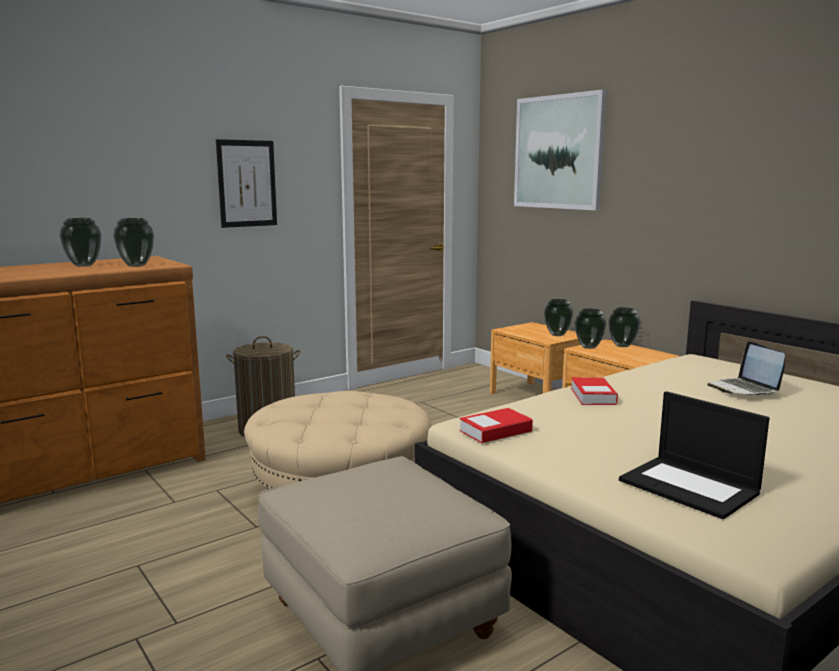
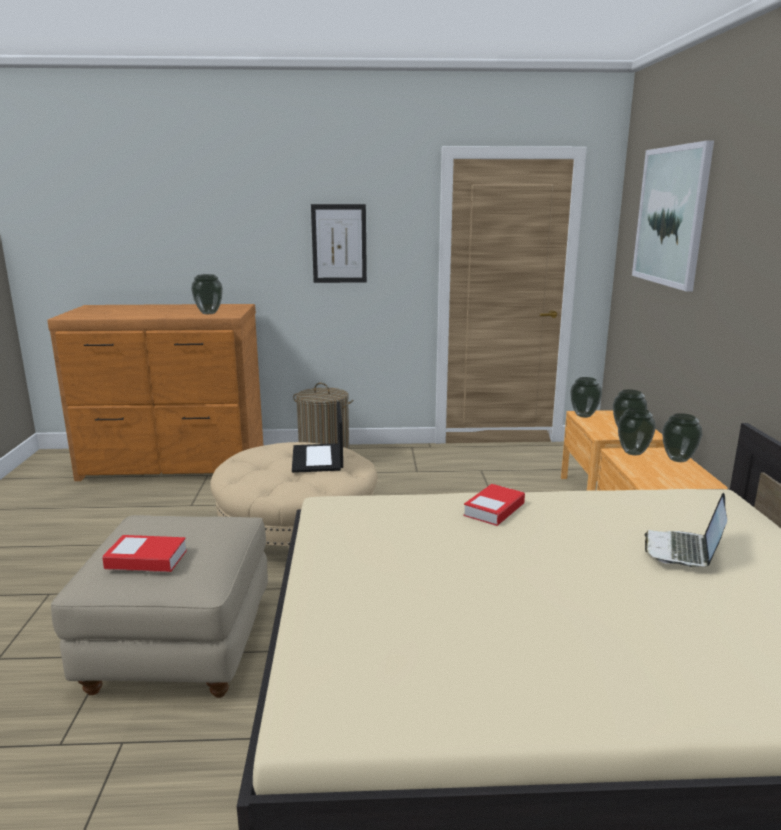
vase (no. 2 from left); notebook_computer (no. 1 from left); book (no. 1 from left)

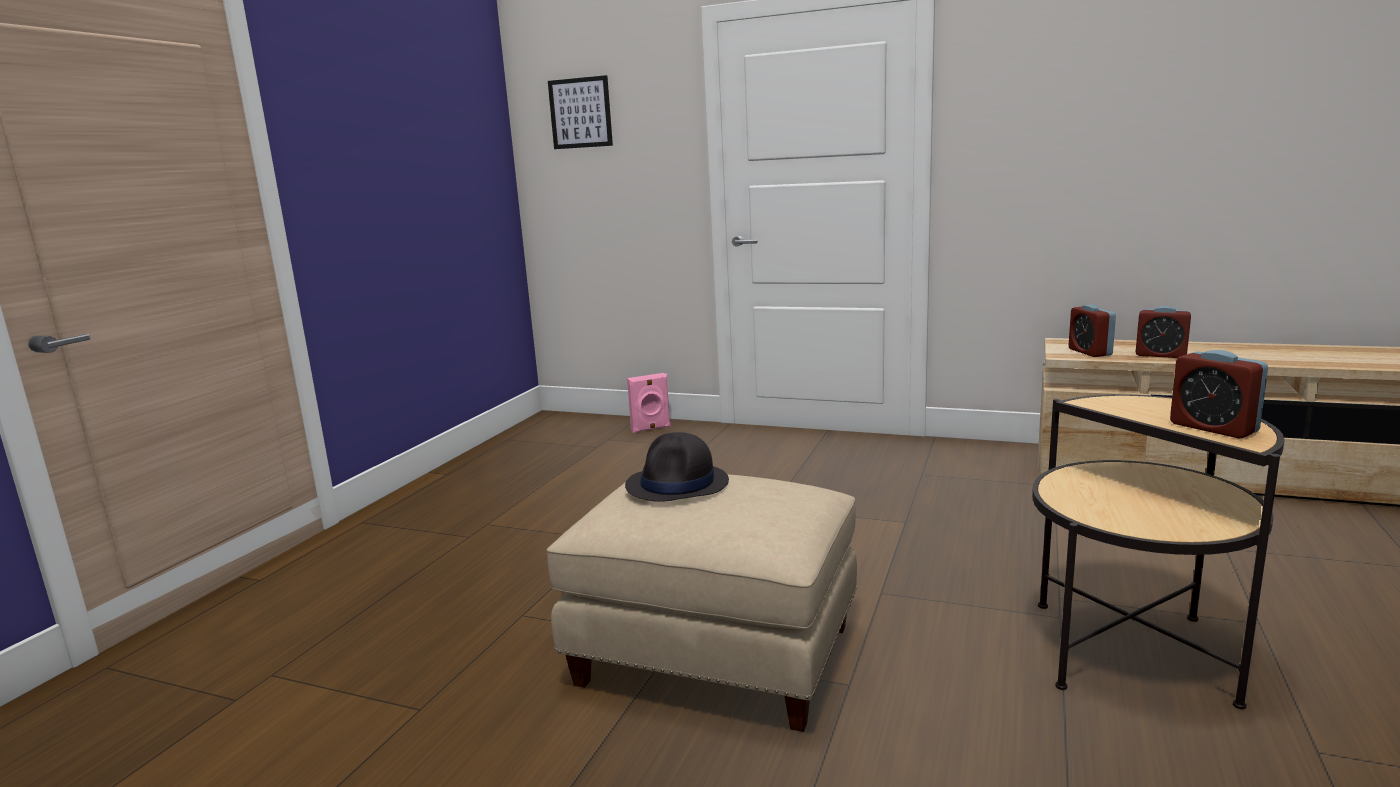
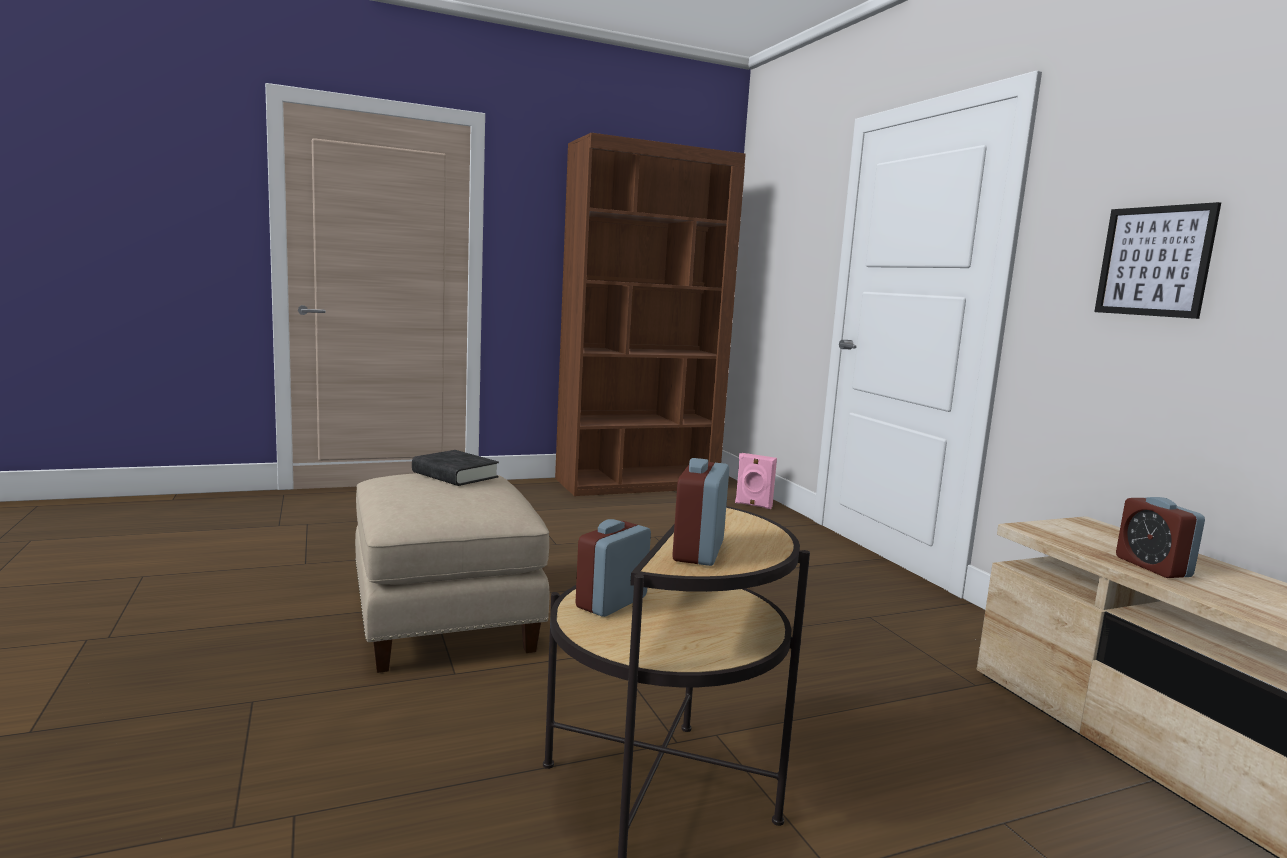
wall_art; table_clock (no. 1 from left); black-coloured_book; brownish_bookshelf

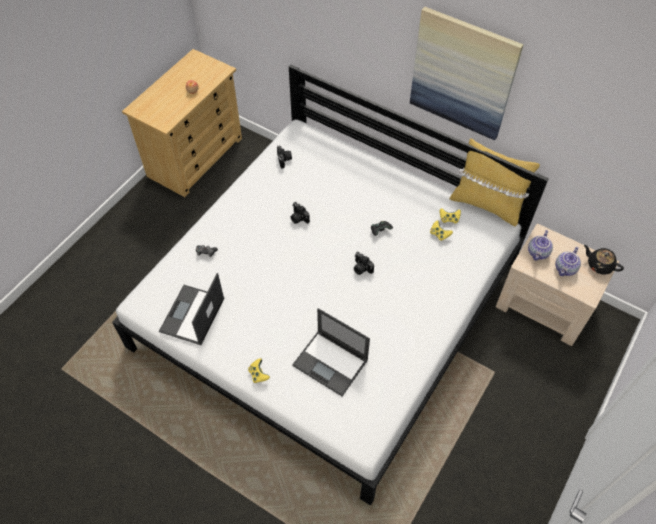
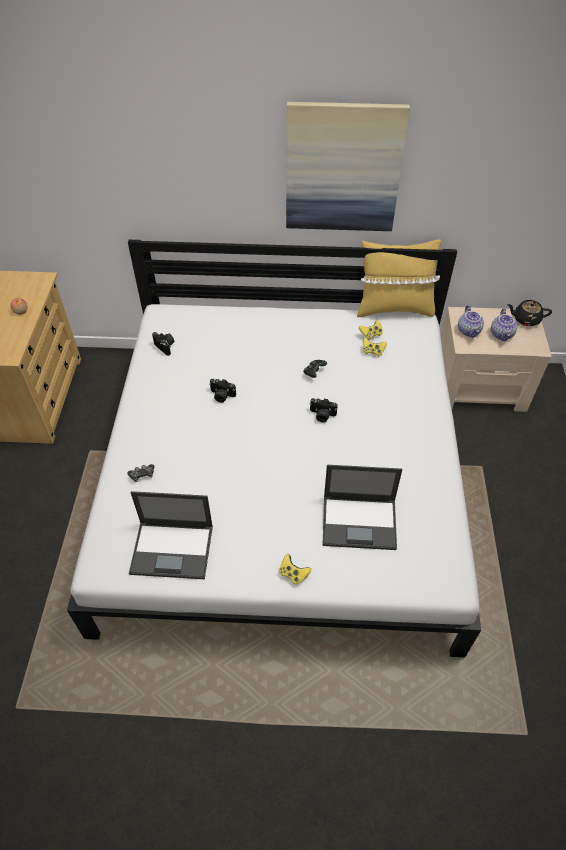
notebook_computer (no. 1 from left)

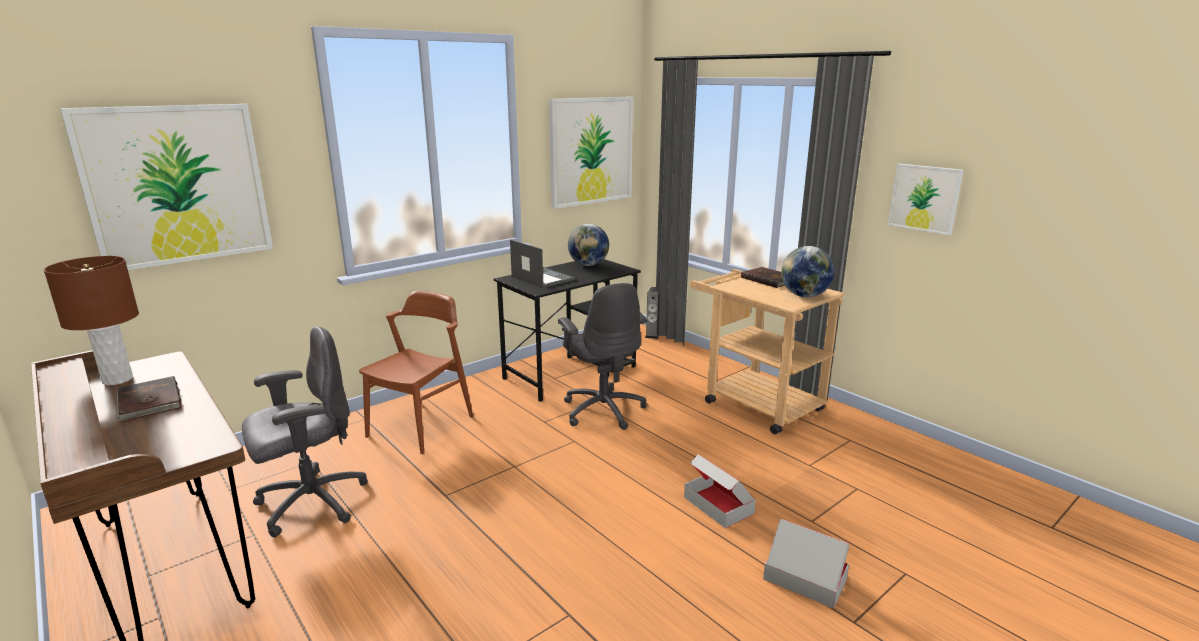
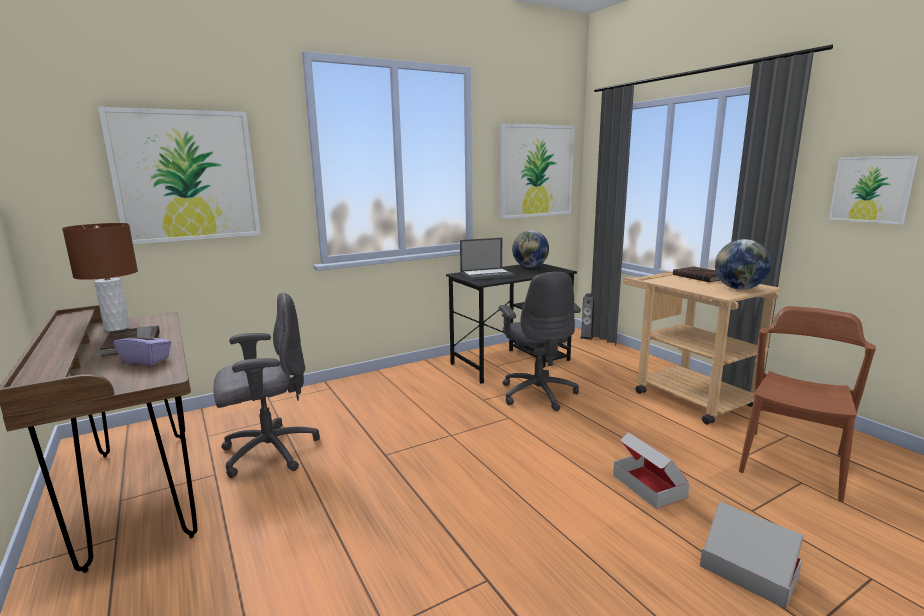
notebook_computer; brownish_plain_chair; purple-coloured_tissue_holder

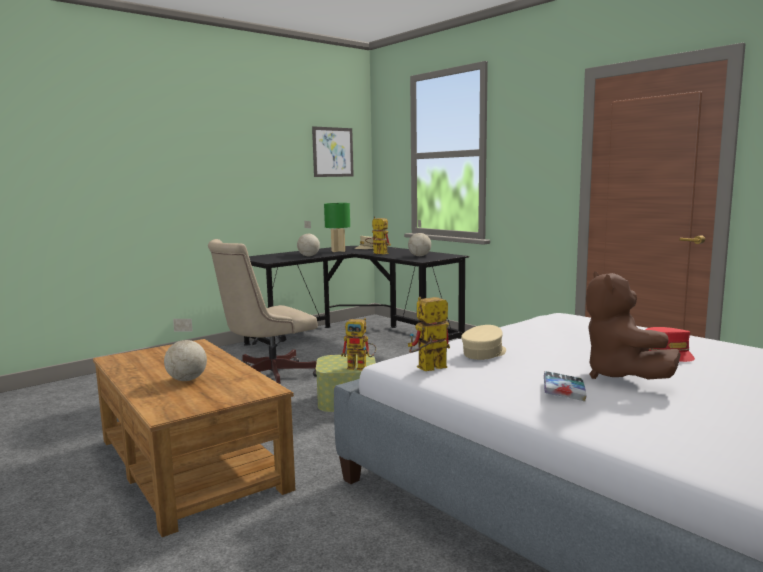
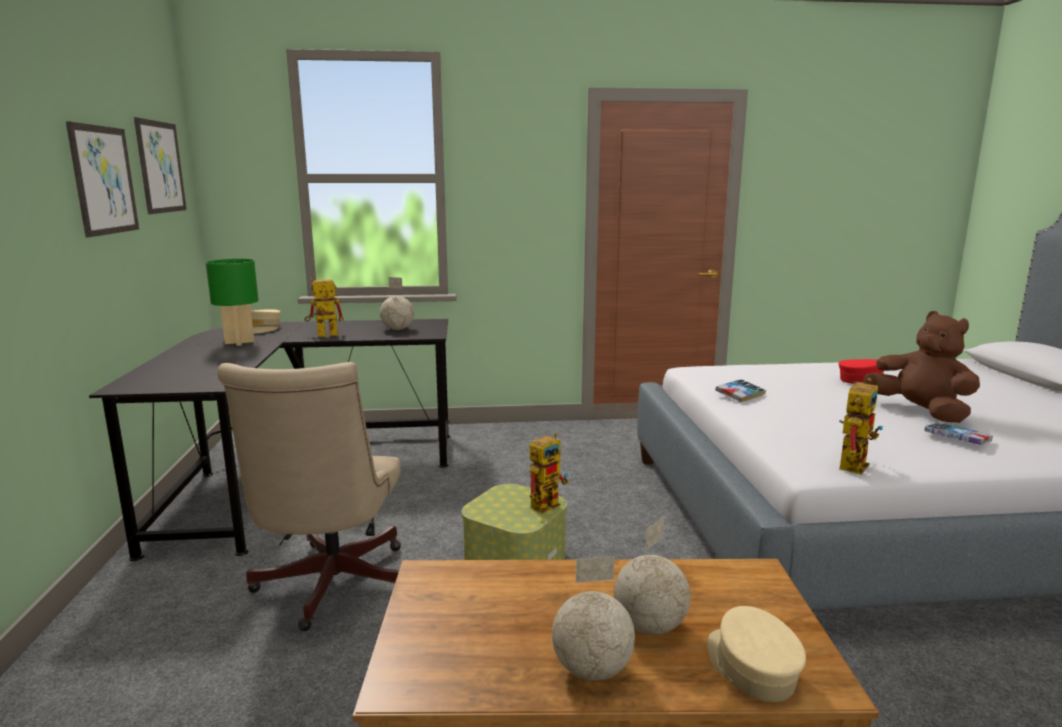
globe (no. 2 from left); brownish_soft_toy; toy_robot (no. 3 from left); beige-coloured_baseball_cap (no. 2 from left); wall_art (no. 1 from left); book (no. 1 from left)

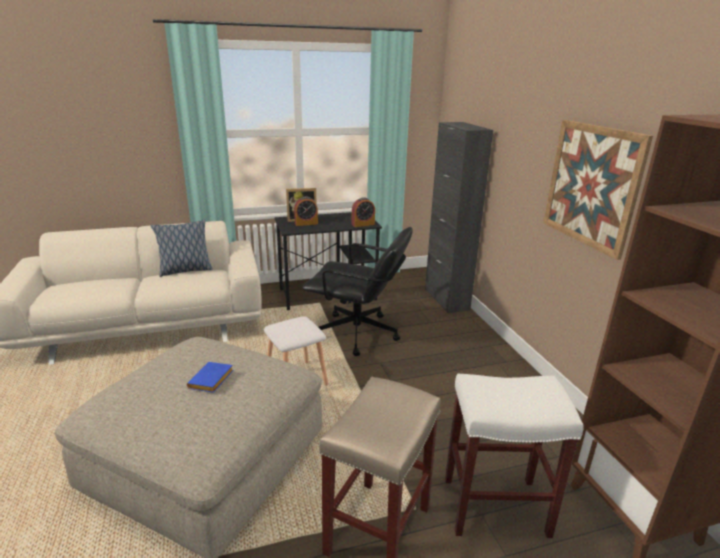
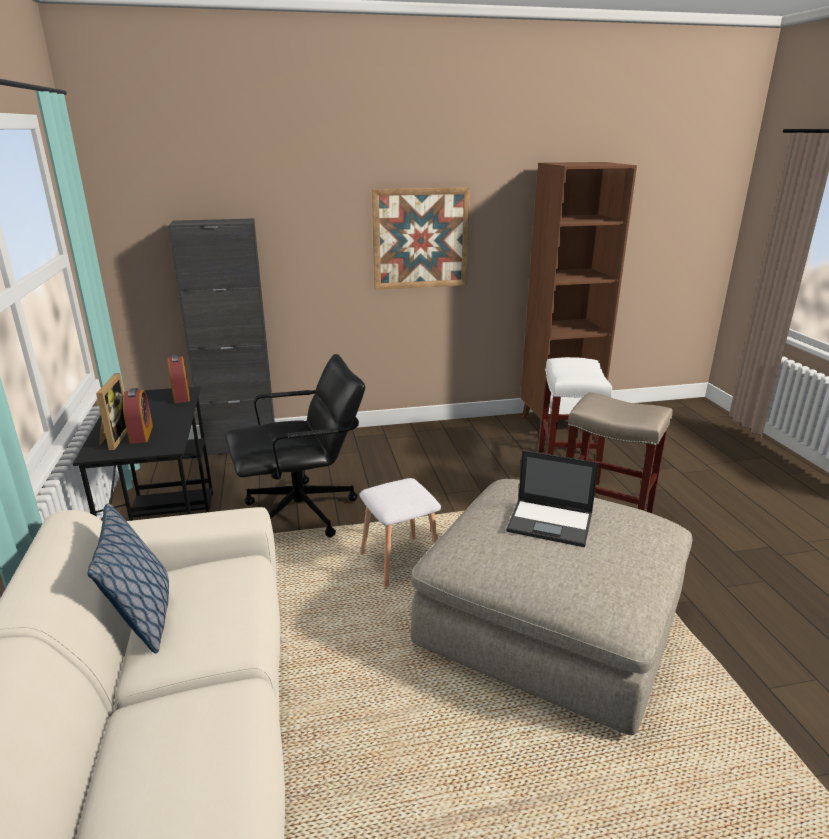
black-coloured_office_chair; notebook_computer

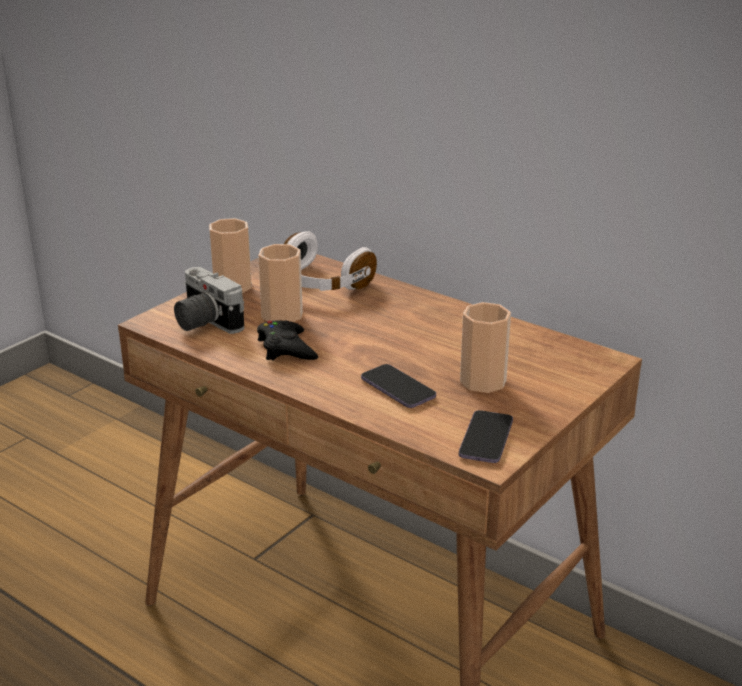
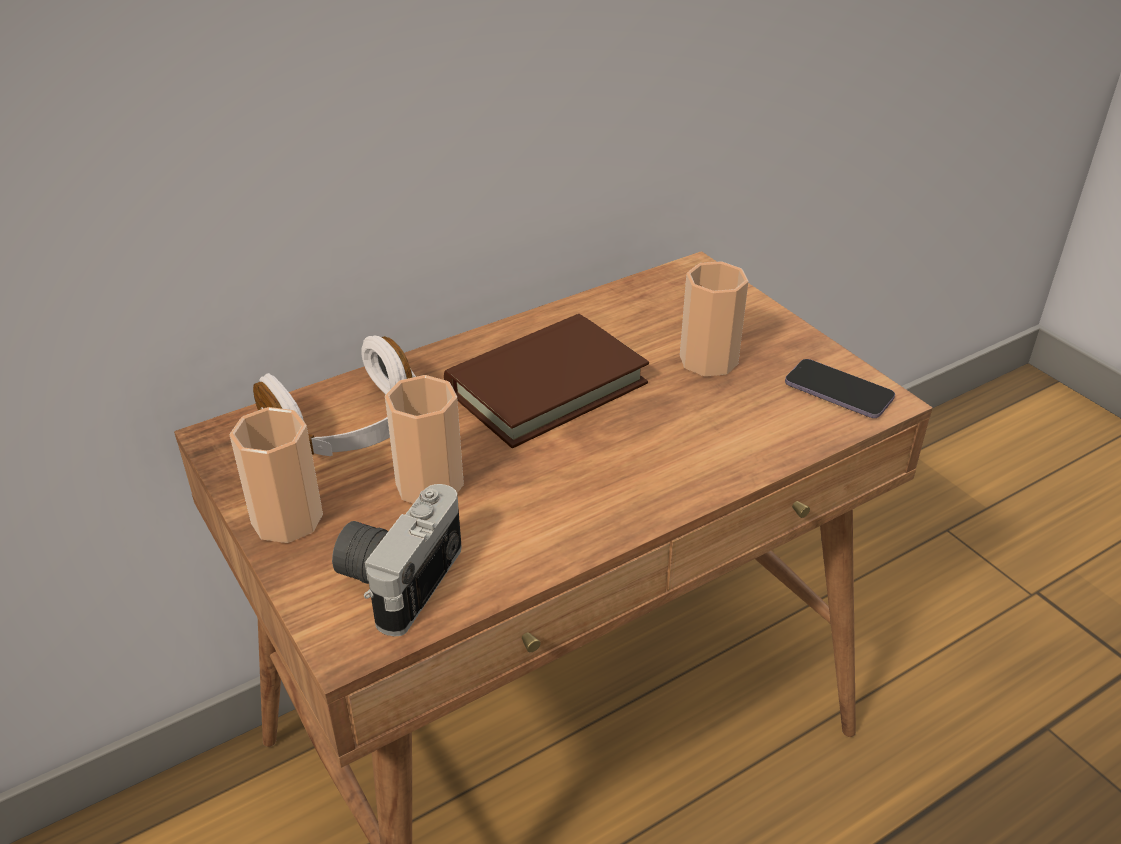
still_camera; black-coloured_joypad; phone (no. 1 from left in the first image); brownish_book

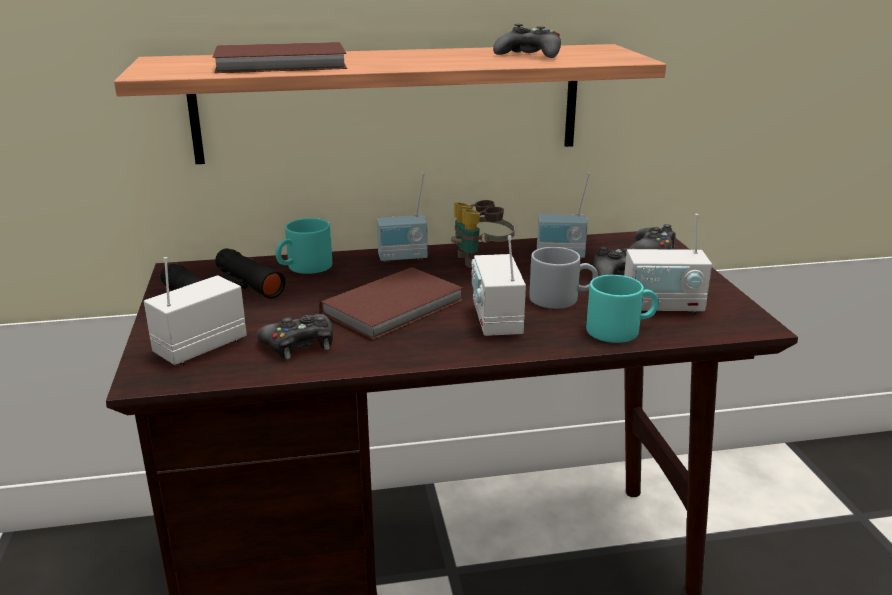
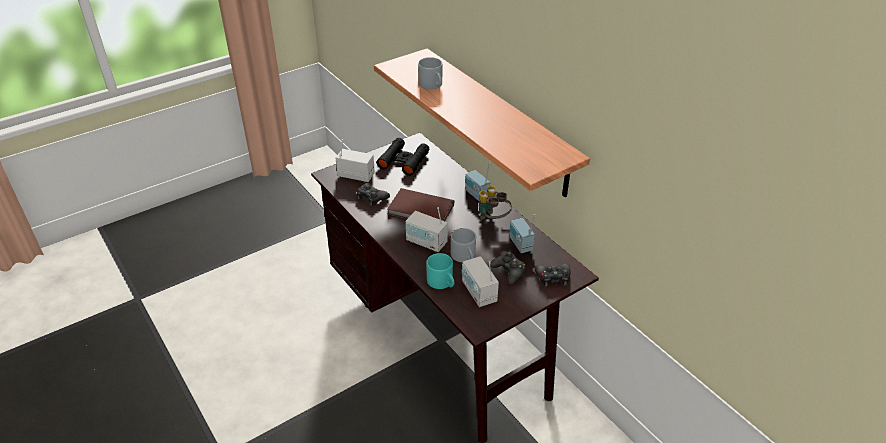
black-coloured_joypad (no. 2 from left in the first image); greyish_coffee_mug (no. 1 from left); turquoise-coloured_coffee_mug (no. 1 from left in the first image); radio_receiver (no. 2 from left)

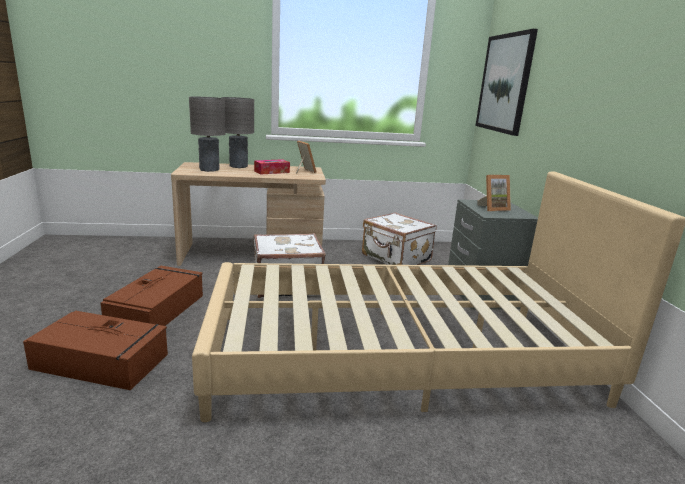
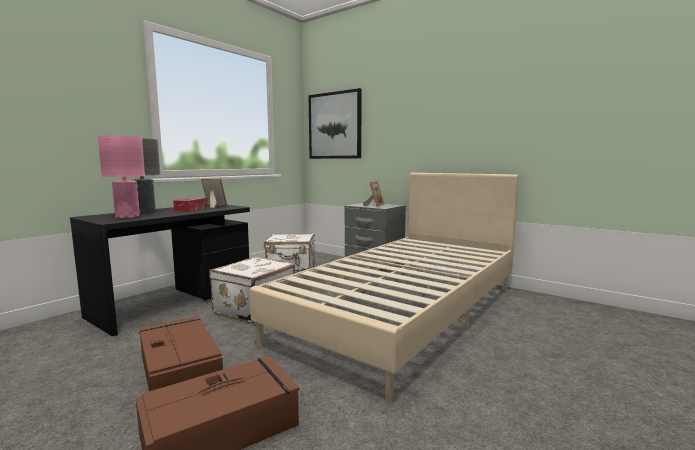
pinkish_lamp_for_a_table; black-coloured_desk_unit

